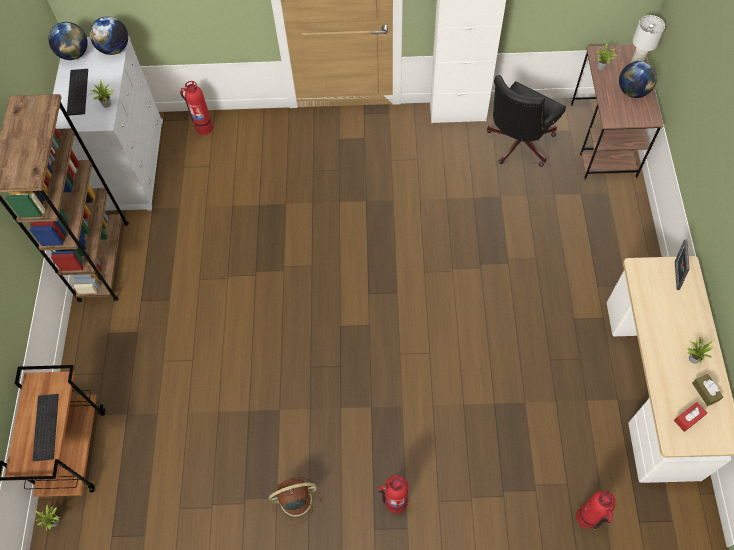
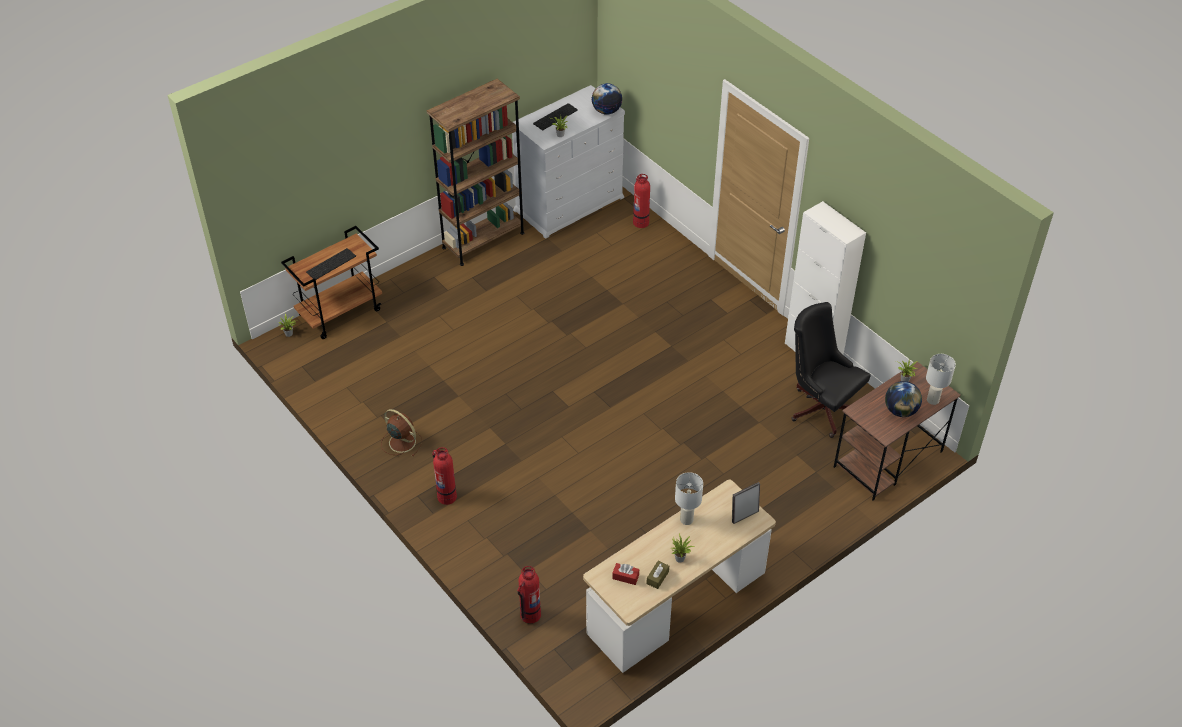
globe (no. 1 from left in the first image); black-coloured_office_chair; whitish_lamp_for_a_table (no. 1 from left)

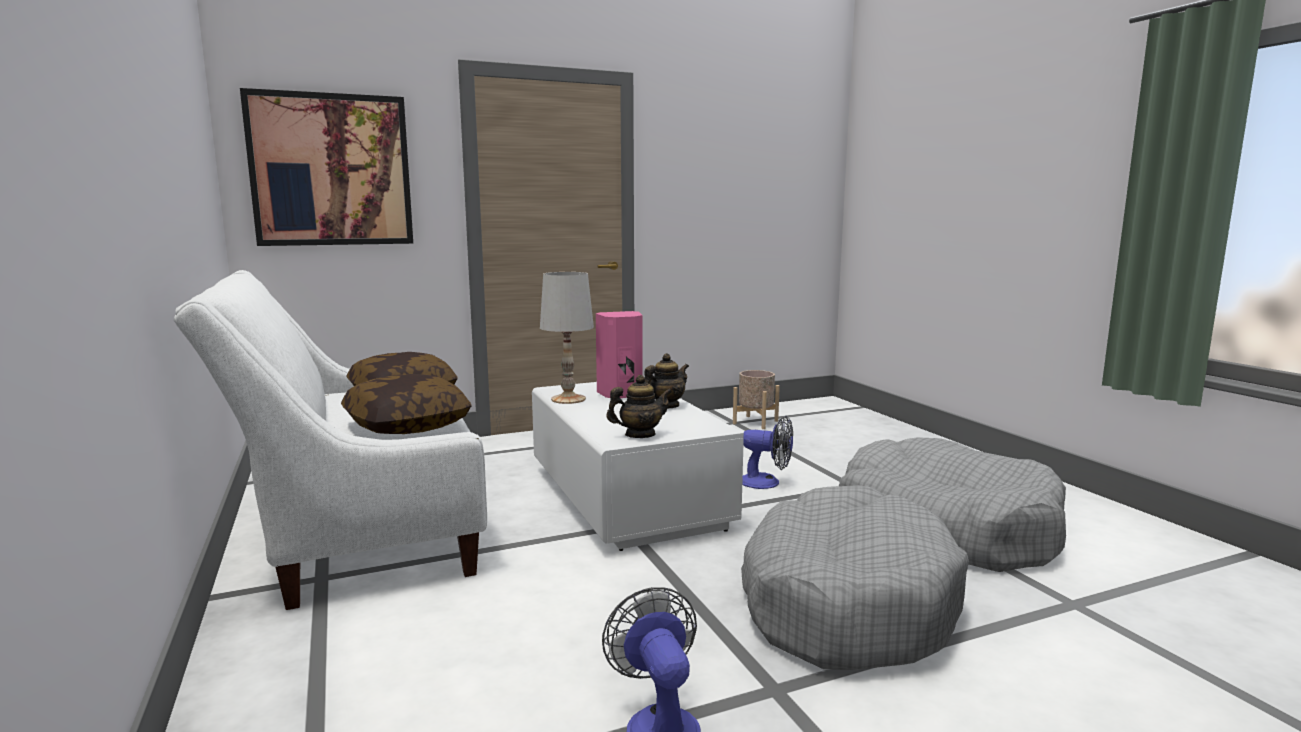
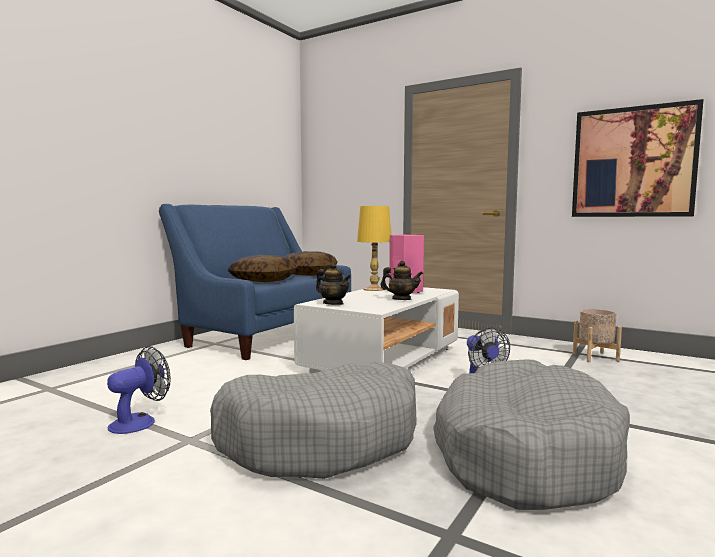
wall_art; bluish_couch; yellowish_lamp_for_a_table

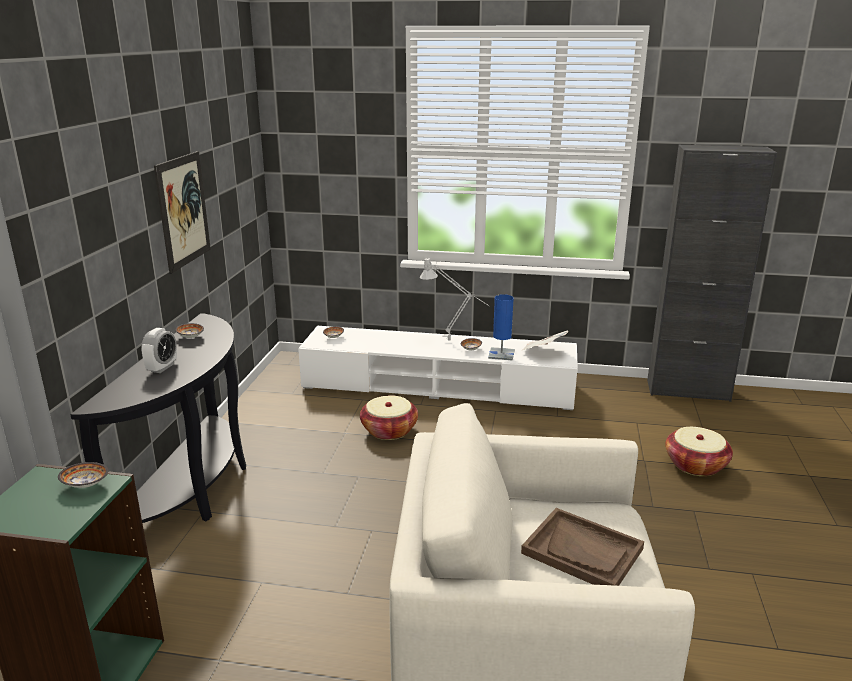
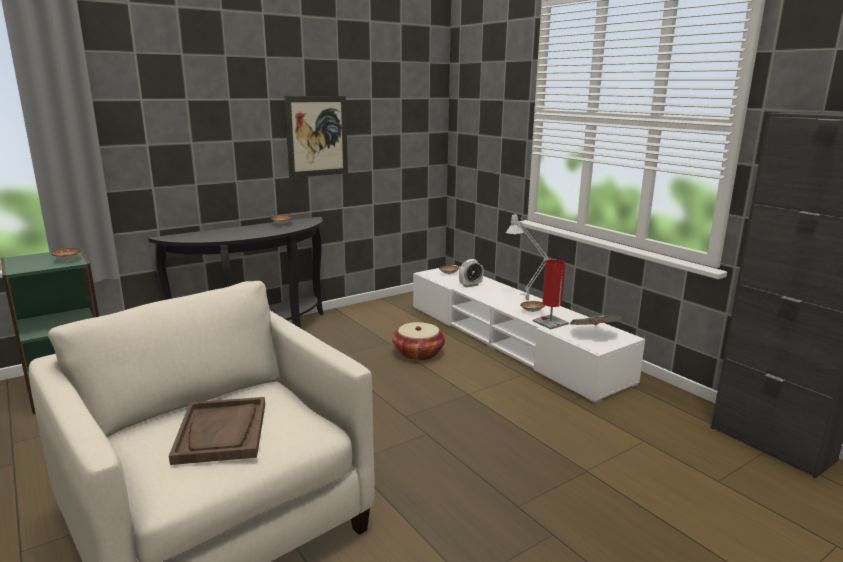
red_lamp_for_a_table; table_clock; storage_basket (no. 2 from left in the first image)

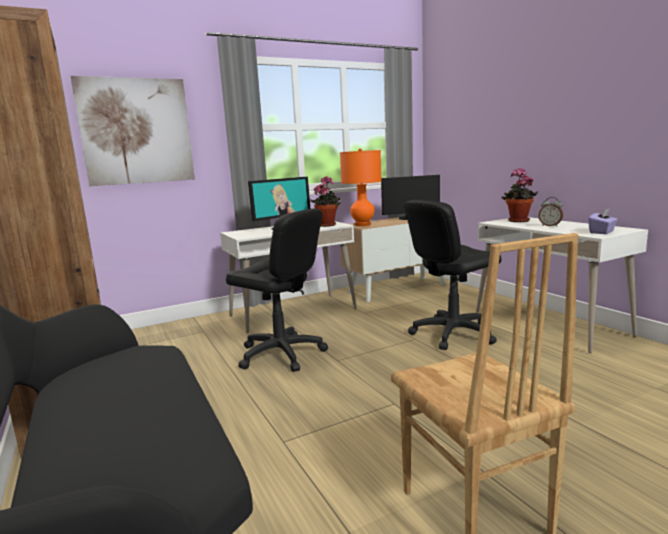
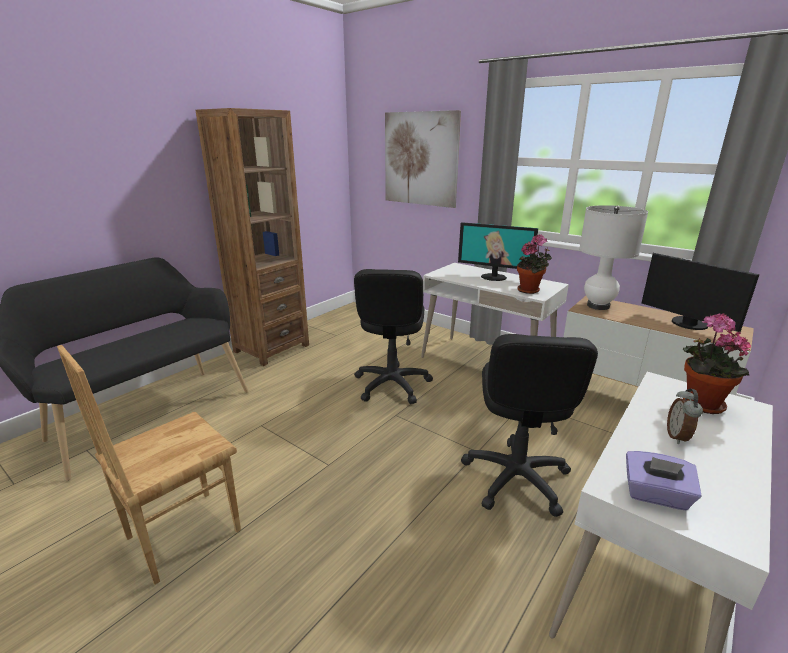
whitish_lamp_for_a_table; black-coloured_office_chair (no. 2 from left)

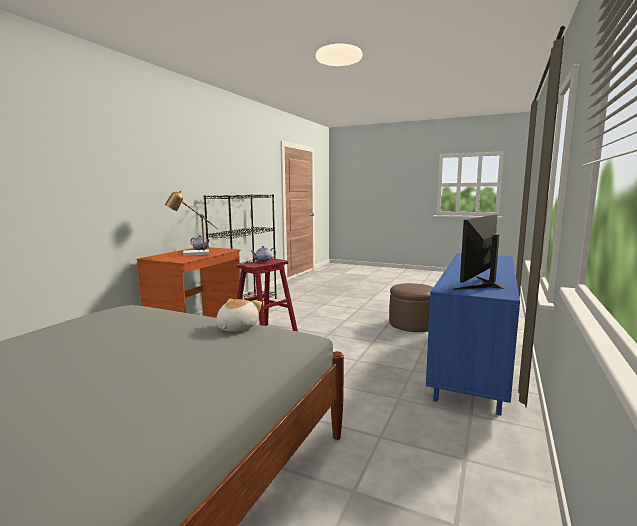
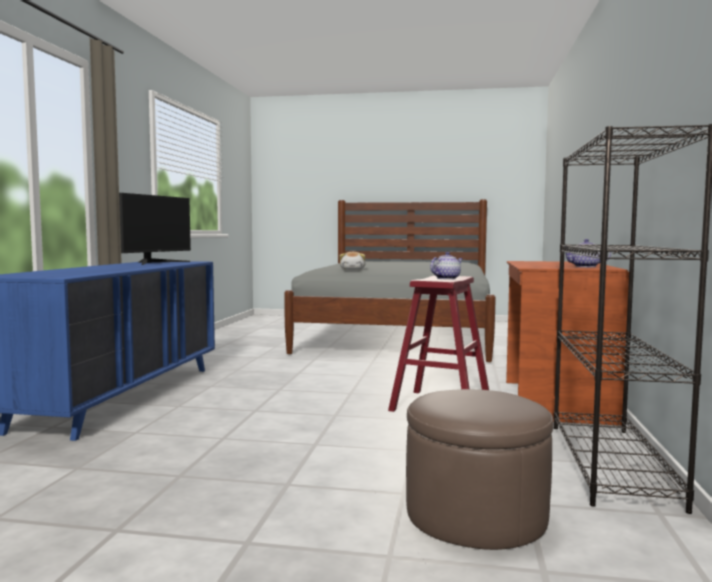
lamp_for_a_table; brownish_footrest

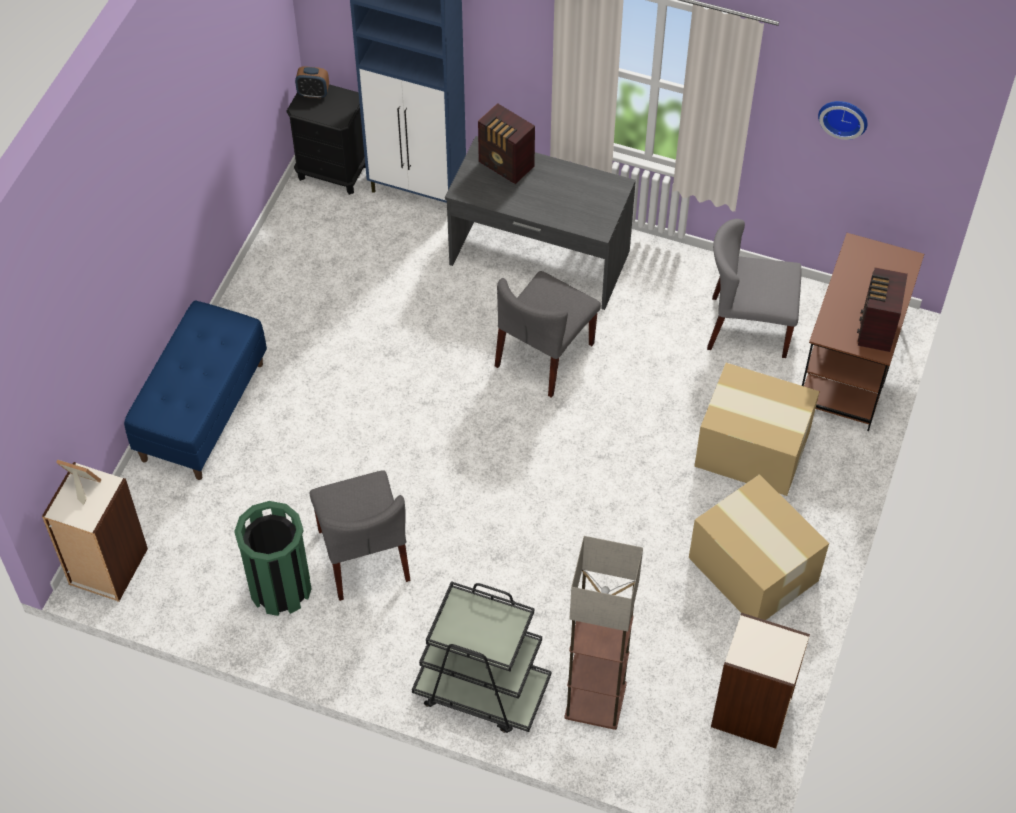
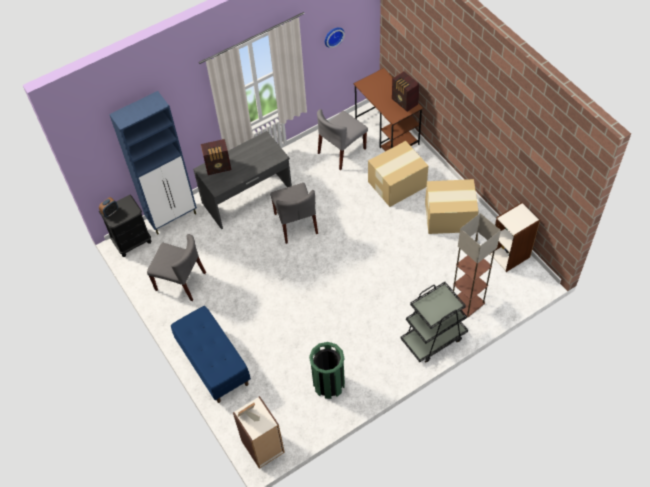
greyish_plain_chair (no. 1 from left)

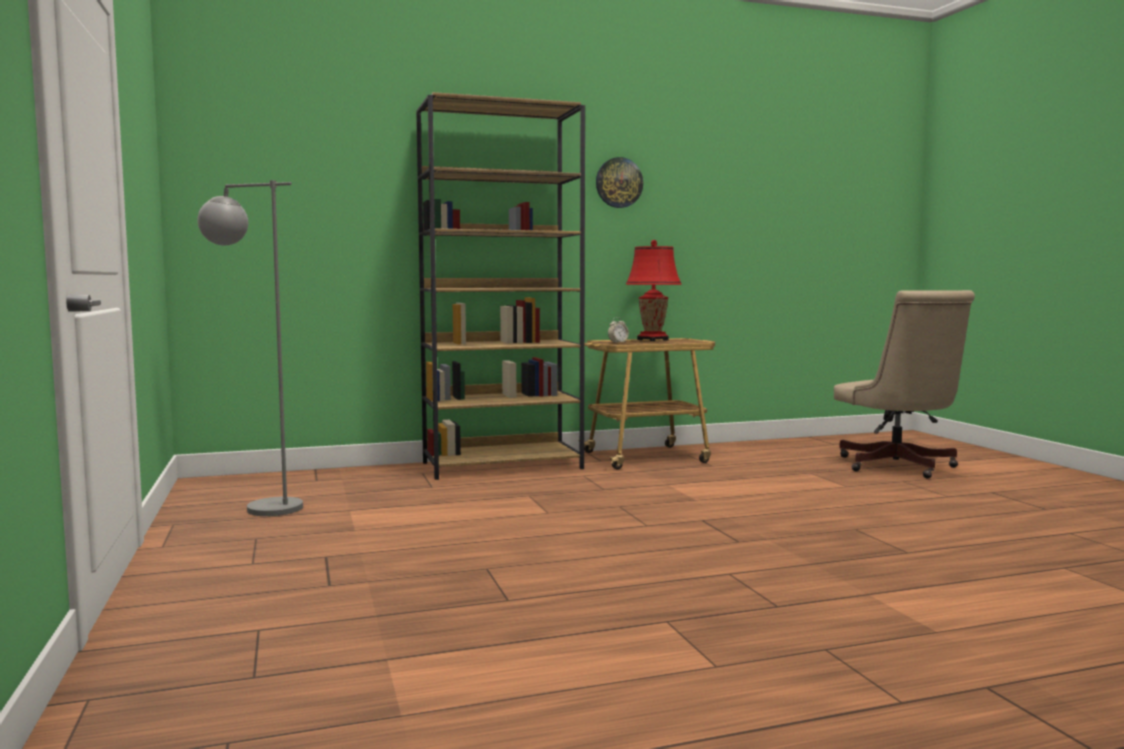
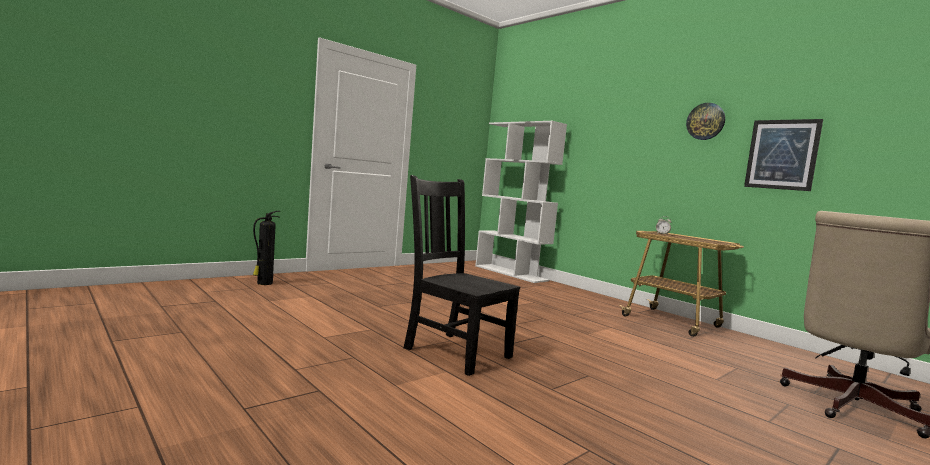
brownish_bookshelf; greyish_standing_lamp; red_lamp_for_a_table; wall_art; whitish_bookshelf; black-coloured_plain_chair; fire_extinguisher

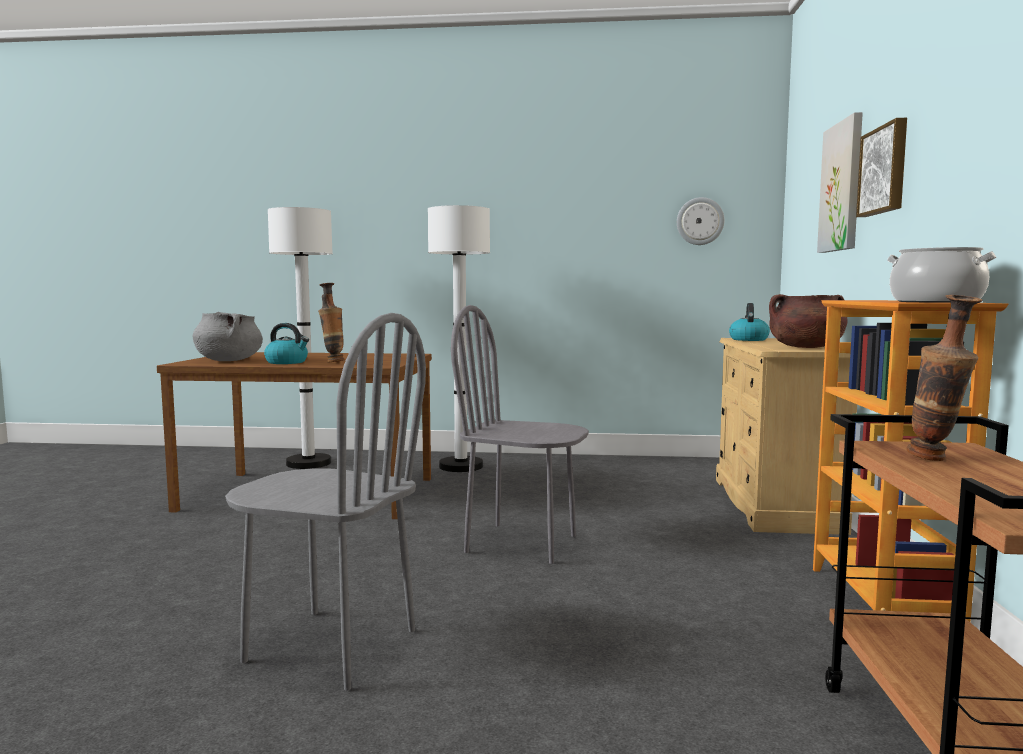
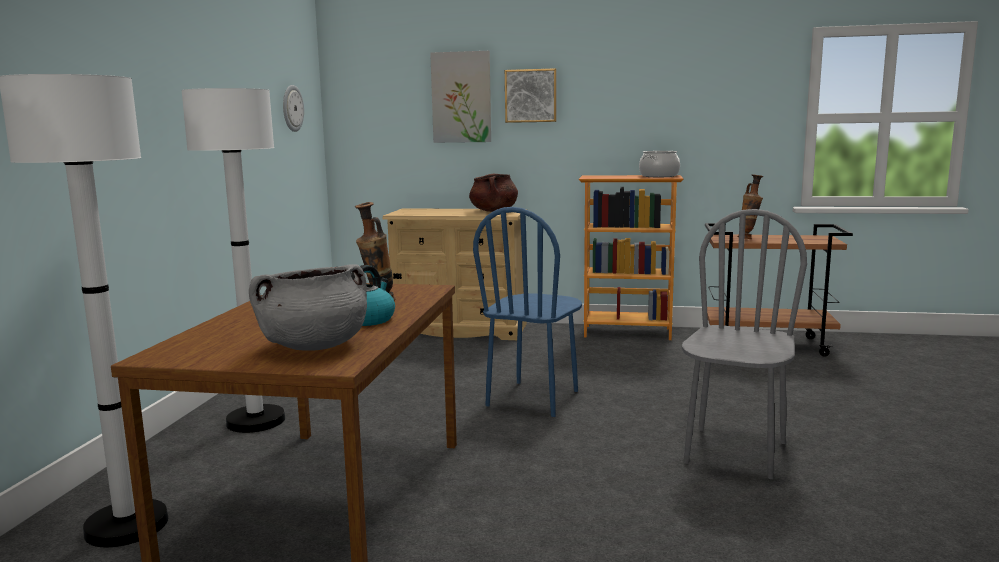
tea_kettle (no. 2 from left in the first image); bluish_plain_chair

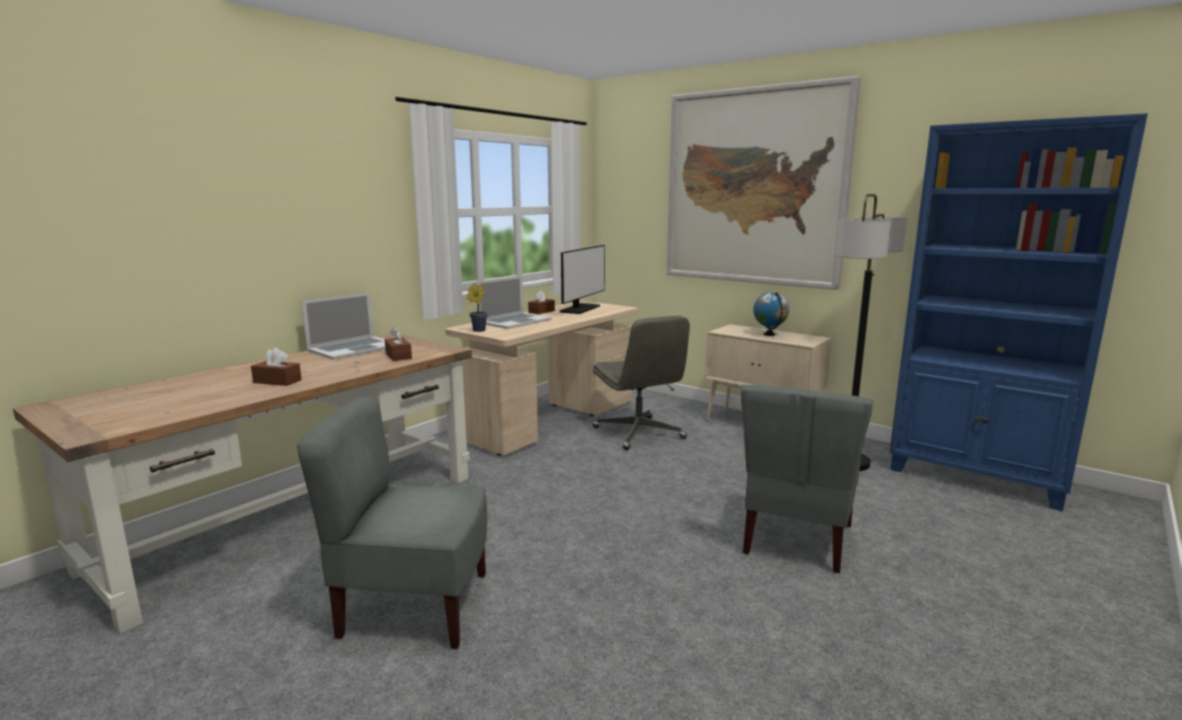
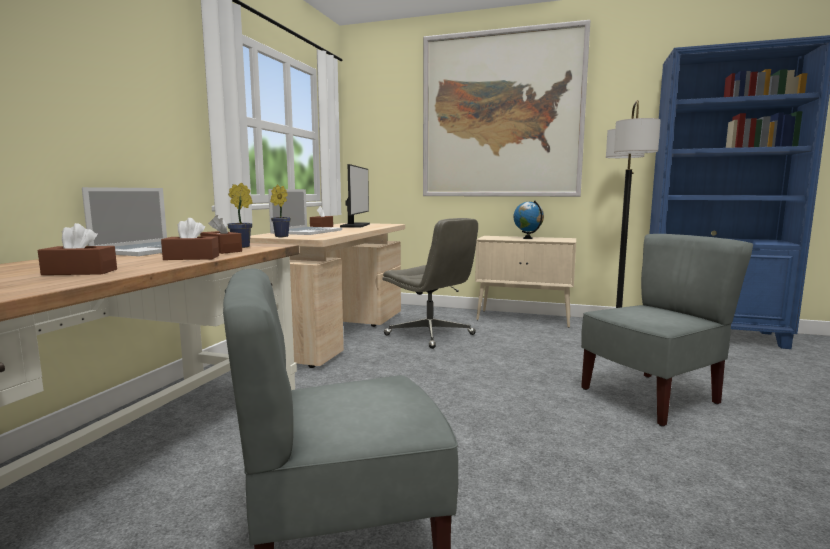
greyish_plain_chair (no. 2 from left); plant_in_a_pot (no. 1 from left); brownish_tissue_holder (no. 2 from left)

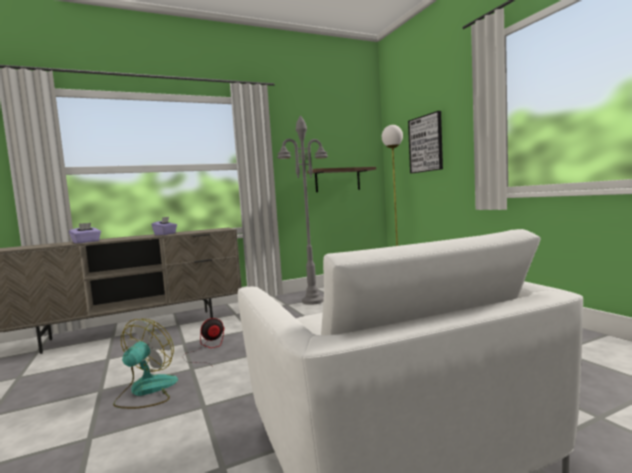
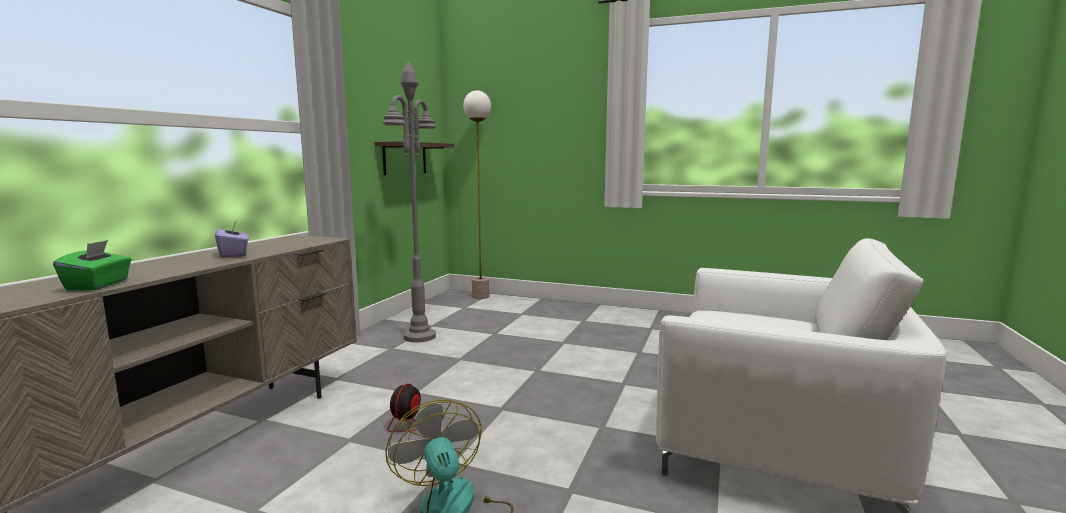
wall_art; green_tissue_holder

